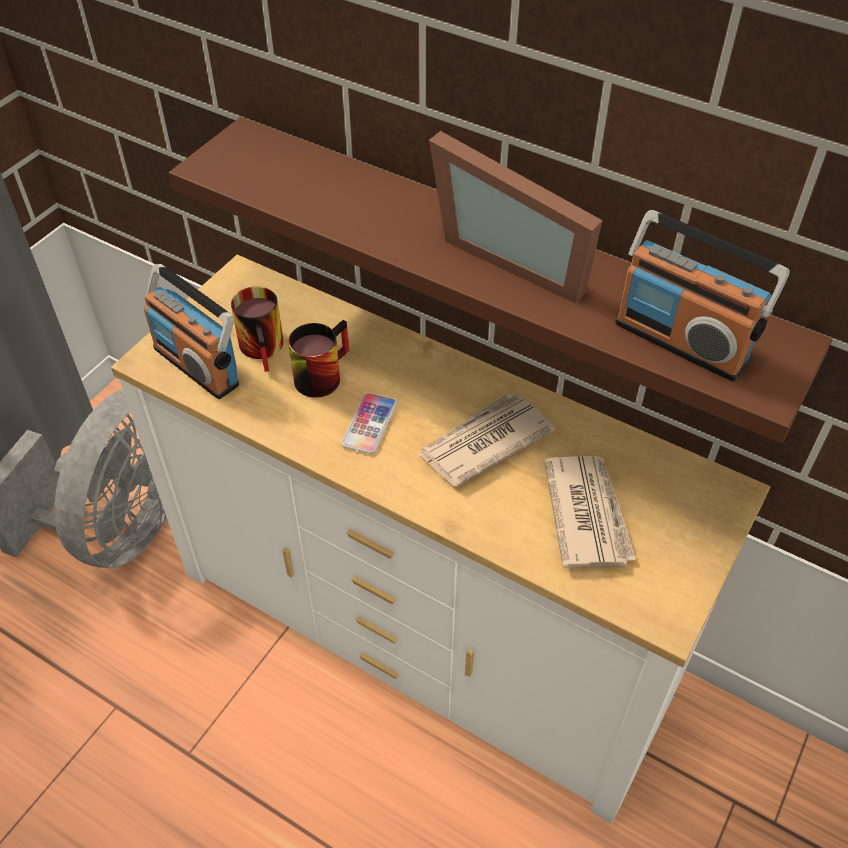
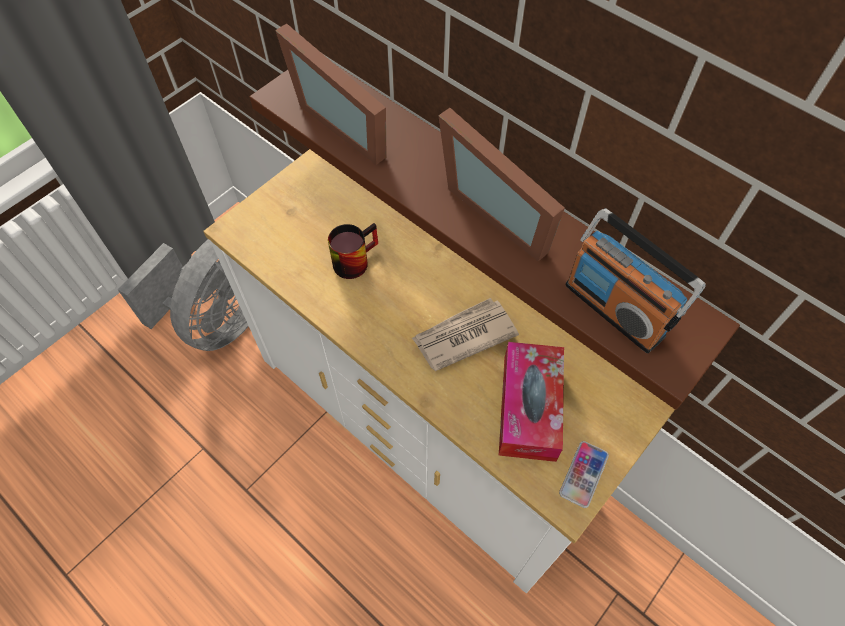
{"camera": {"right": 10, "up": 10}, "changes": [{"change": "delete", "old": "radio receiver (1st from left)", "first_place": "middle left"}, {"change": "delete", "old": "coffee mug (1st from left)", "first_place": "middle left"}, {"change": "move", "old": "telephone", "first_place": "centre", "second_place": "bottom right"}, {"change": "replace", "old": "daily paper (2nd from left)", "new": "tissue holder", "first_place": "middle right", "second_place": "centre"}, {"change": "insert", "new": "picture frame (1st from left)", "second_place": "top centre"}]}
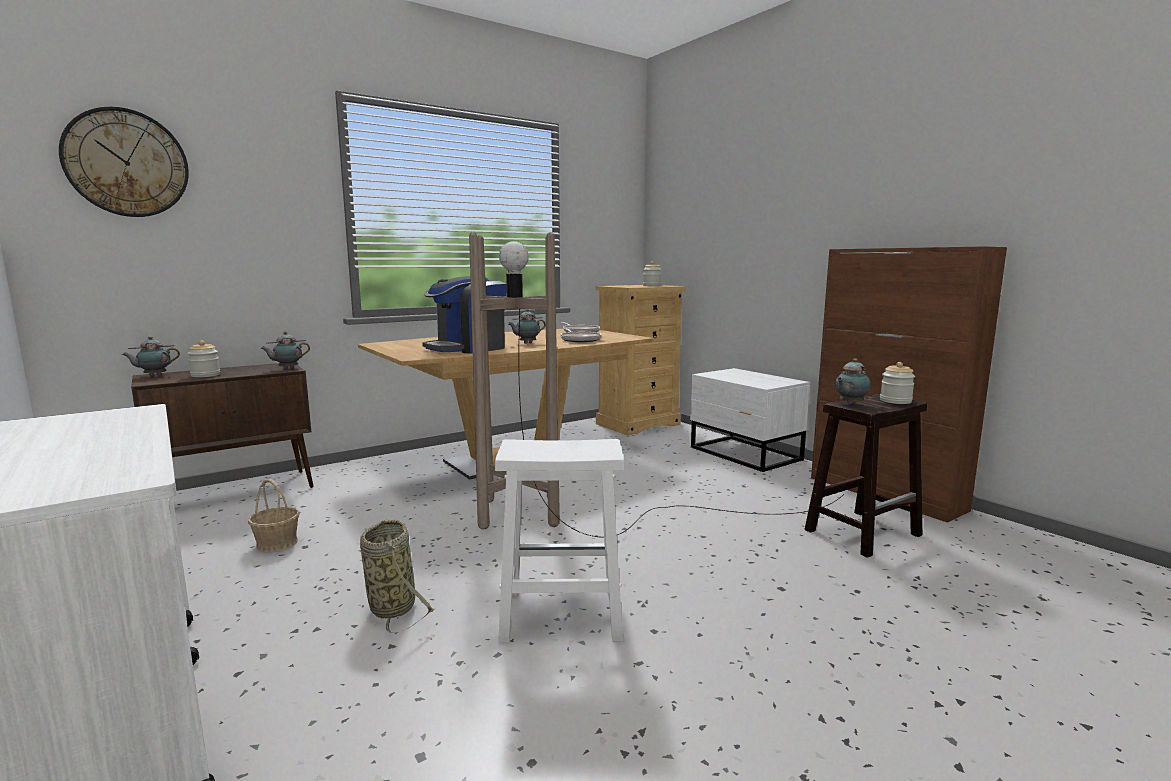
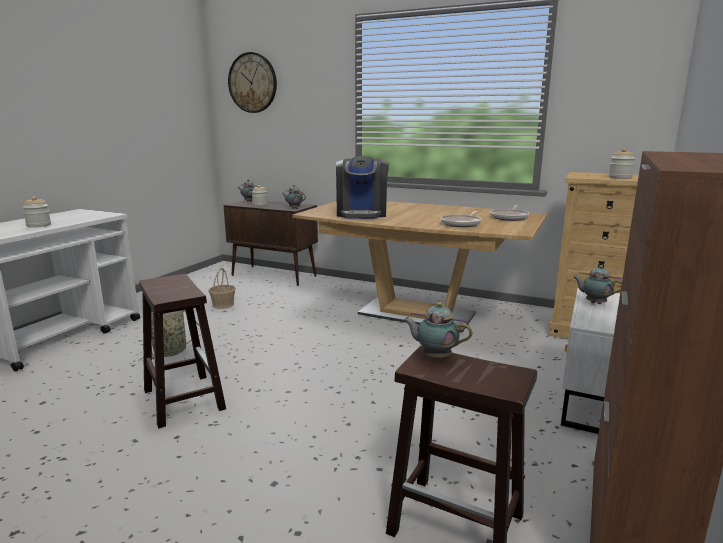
{"camera": {"right": 60, "up": 5}, "changes": [{"change": "delete", "old": "brown floor lamp", "first_place": "centre"}, {"change": "rotate", "old": "coffee machine", "first_place": "centre", "second_place": "centre", "degrees": -105}, {"change": "move", "old": "pot for tea (3rd from left in the first image)", "new": "pot for tea (4th from left)", "first_place": "centre", "second_place": "middle right"}, {"change": "move", "old": "preserve jar (3rd from left in the first image)", "new": "preserve jar (1st from left)", "first_place": "middle right", "second_place": "middle left"}, {"change": "recolor", "old": "whitish stool", "new": "brown stool (1st from left)", "first_place": "bottom centre", "second_place": "middle left"}]}
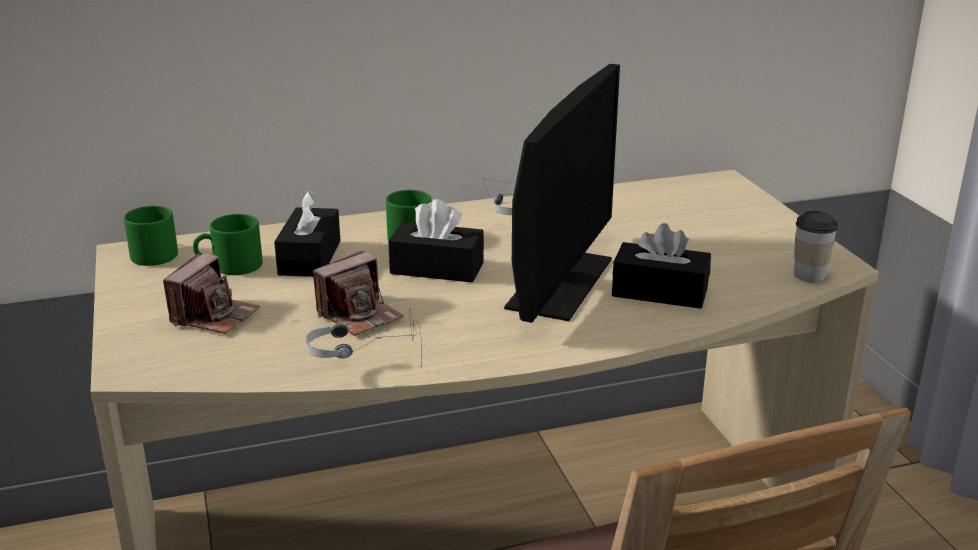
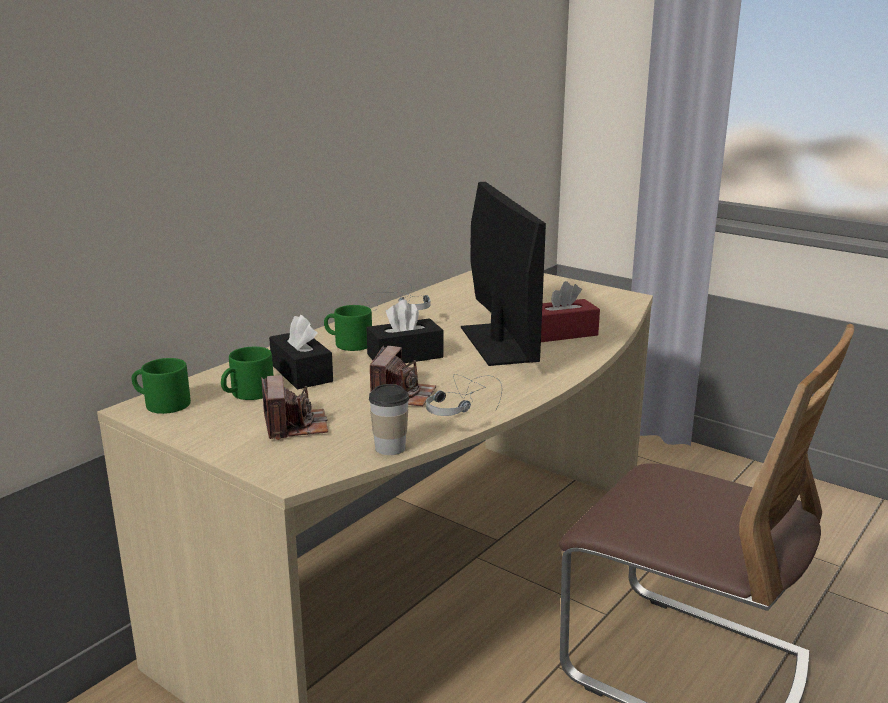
{"camera": {"right": -35, "up": -5}, "changes": [{"change": "move", "old": "small cup", "first_place": "middle right", "second_place": "centre"}, {"change": "recolor", "old": "blackish tissue holder (3rd from left)", "new": "reddish tissue holder", "first_place": "middle right", "second_place": "centre"}]}
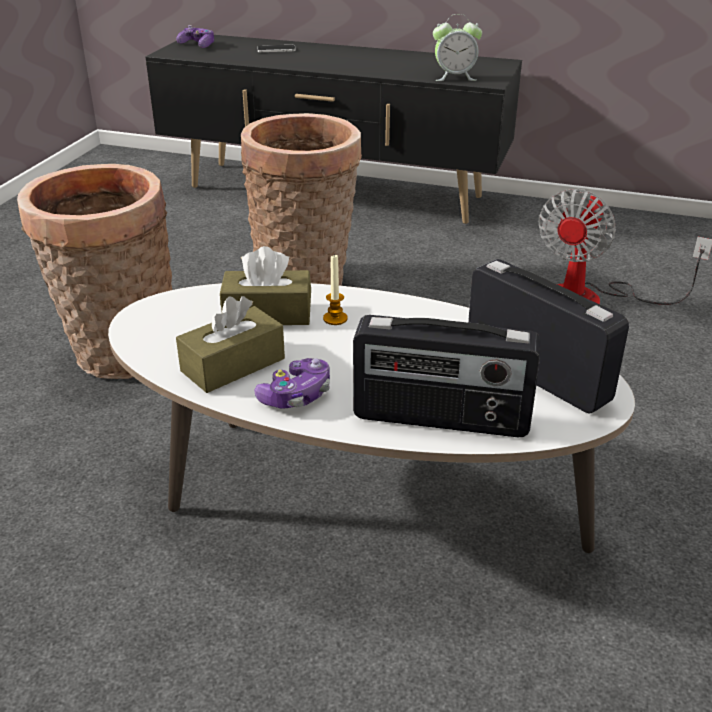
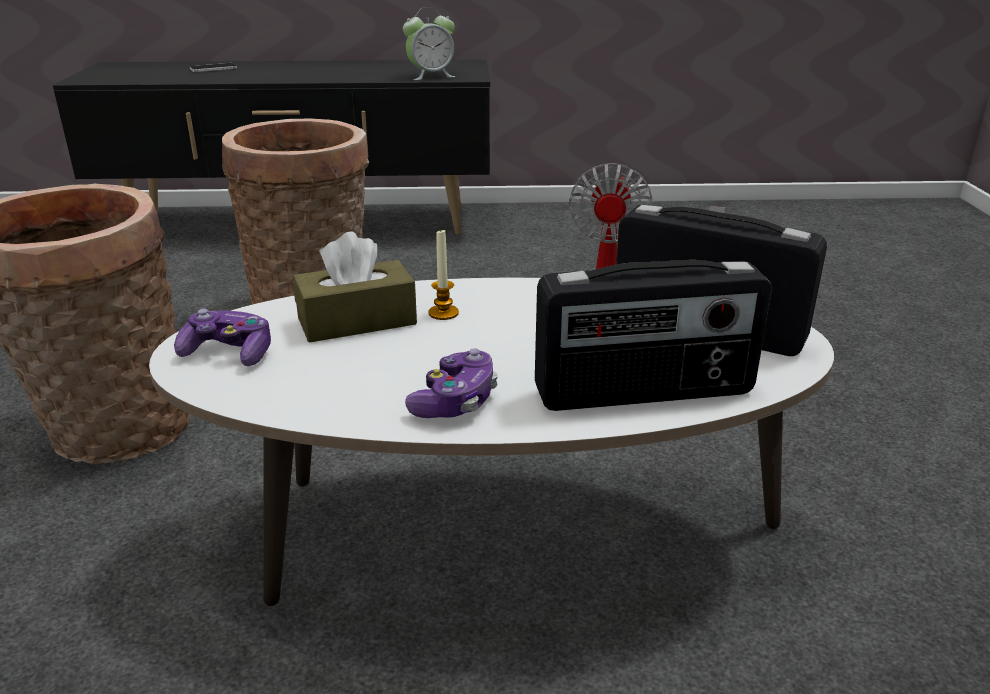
{"camera": {"right": -20, "up": -5}, "changes": [{"change": "move", "old": "joypad (1st from left)", "first_place": "top left", "second_place": "middle left"}, {"change": "delete", "old": "brown tissue holder (1st from left)", "first_place": "middle left"}]}
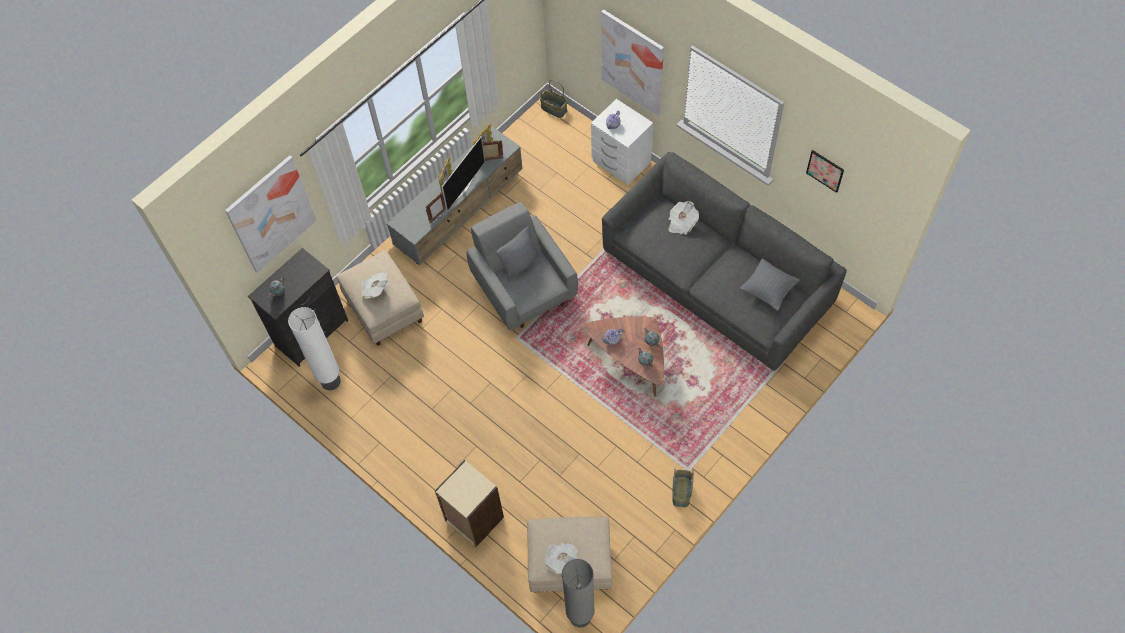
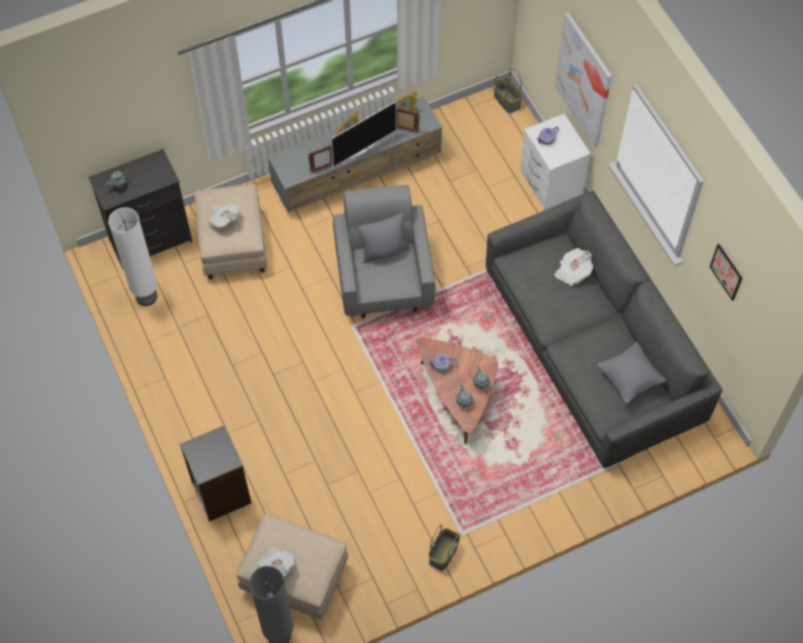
{"camera": {"right": 20, "up": 0}, "changes": [{"change": "delete", "old": "wall art (1st from left)", "first_place": "middle left"}, {"change": "recolor", "old": "beige-coloured bookshelf", "new": "blackish bookshelf", "first_place": "bottom centre", "second_place": "bottom left"}]}
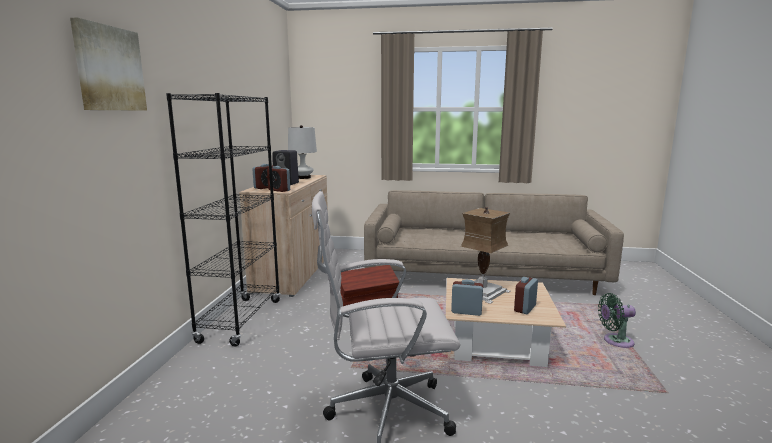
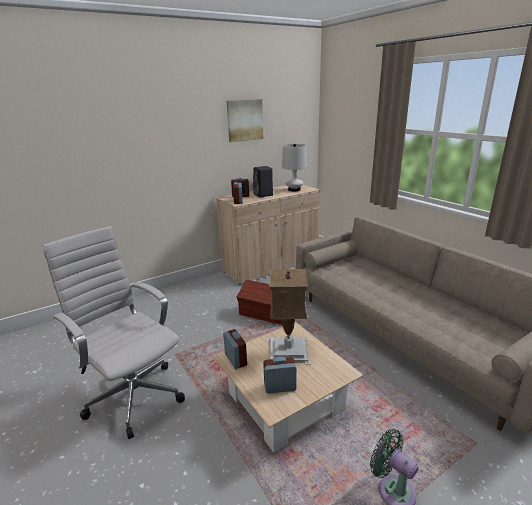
{"camera": {"right": 50, "up": 10}, "changes": [{"change": "move", "old": "wall art", "first_place": "top left", "second_place": "top centre"}, {"change": "delete", "old": "blackish bookshelf", "first_place": "middle left"}]}
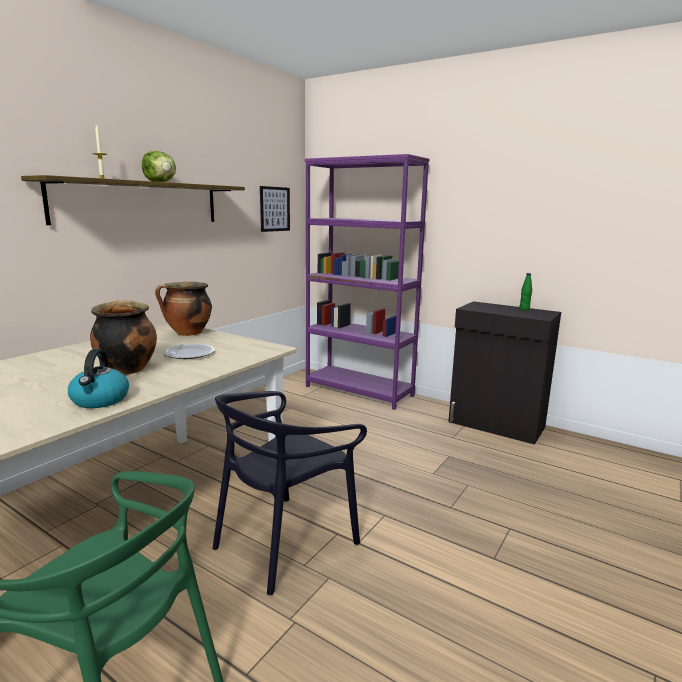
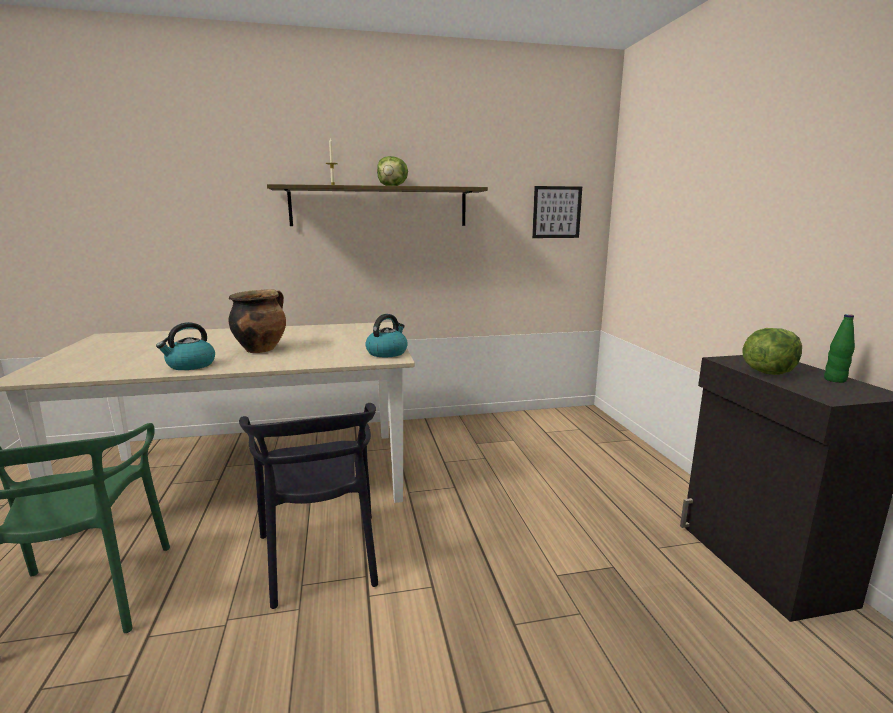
{"camera": {"right": 45, "up": 0}, "changes": [{"change": "delete", "old": "purple-coloured bookshelf", "first_place": "centre"}, {"change": "delete", "old": "stockpot (2nd from left)", "first_place": "middle left"}, {"change": "delete", "old": "plate", "first_place": "middle left"}, {"change": "rotate", "old": "blackish chair", "first_place": "bottom centre", "second_place": "bottom centre", "degrees": -105}, {"change": "insert", "new": "tea kettle (2nd from left)", "second_place": "centre"}, {"change": "insert", "new": "lettuce (2nd from left)", "second_place": "middle right"}]}
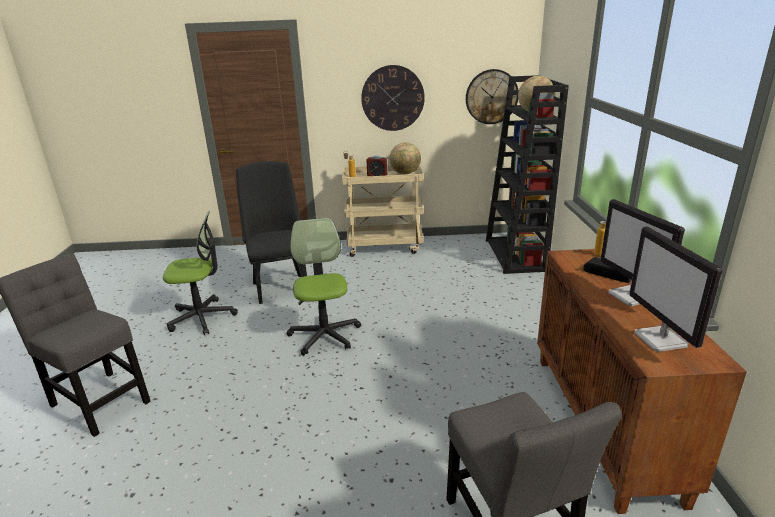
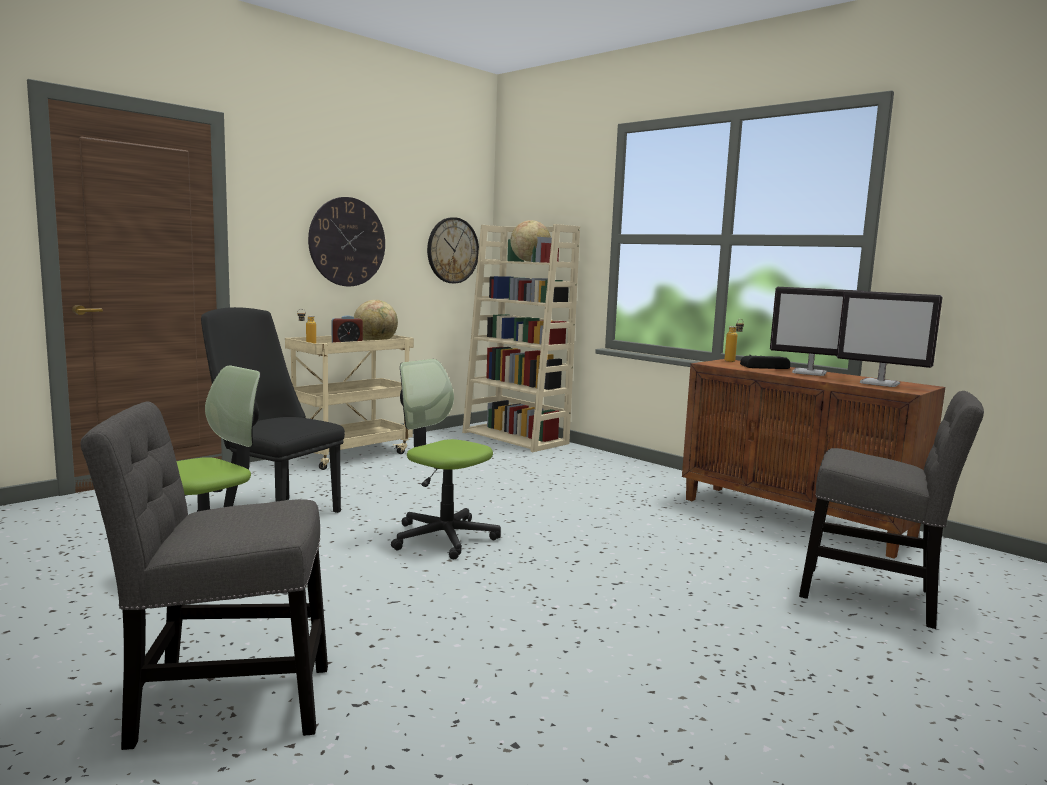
{"camera": {"right": -45, "up": -15}, "changes": [{"change": "recolor", "old": "blackish bookshelf", "new": "beige-coloured bookshelf", "first_place": "middle right", "second_place": "centre"}]}
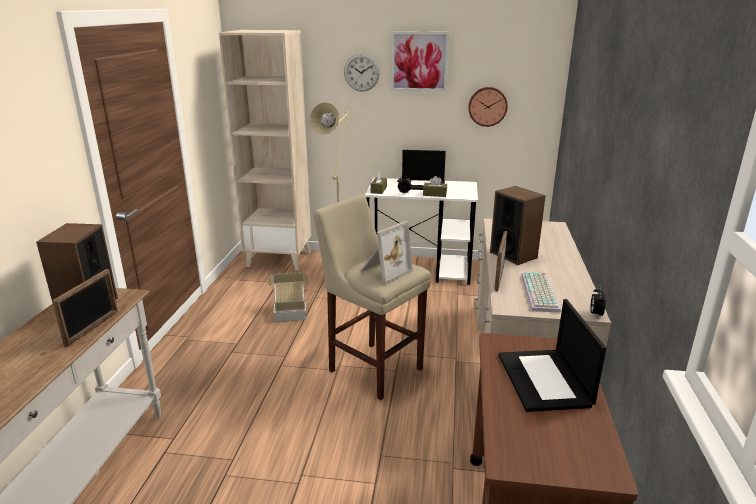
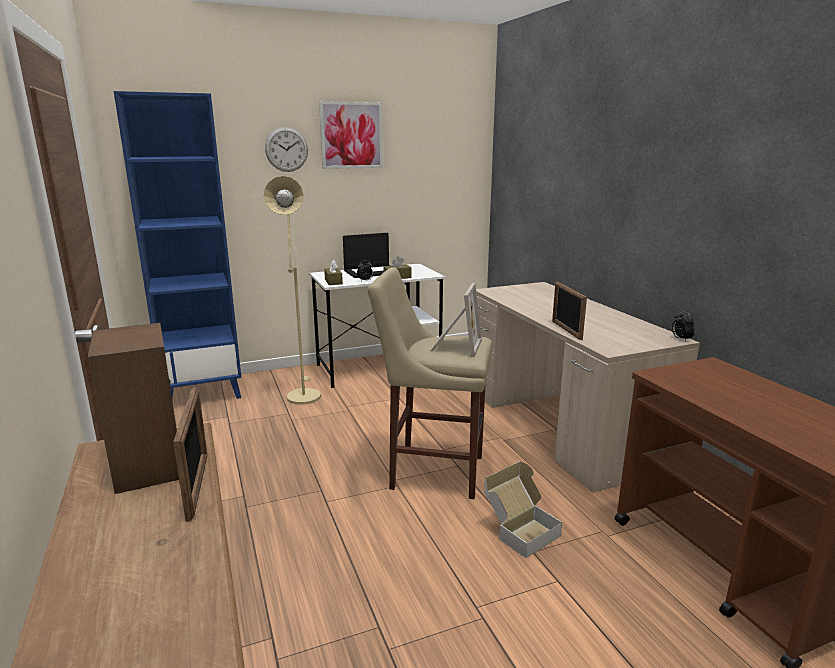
{"camera": {"right": -30, "up": -5}, "changes": [{"change": "recolor", "old": "beige-coloured bookshelf", "new": "blue bookshelf", "first_place": "top centre", "second_place": "middle left"}, {"change": "delete", "old": "wall clock (2nd from left)", "first_place": "top centre"}, {"change": "delete", "old": "audio speaker (2nd from left)", "first_place": "middle right"}, {"change": "move", "old": "cardboard box", "first_place": "centre", "second_place": "bottom centre"}, {"change": "delete", "old": "keyboard", "first_place": "middle right"}, {"change": "delete", "old": "portable computer (2nd from left)", "first_place": "bottom right"}]}
